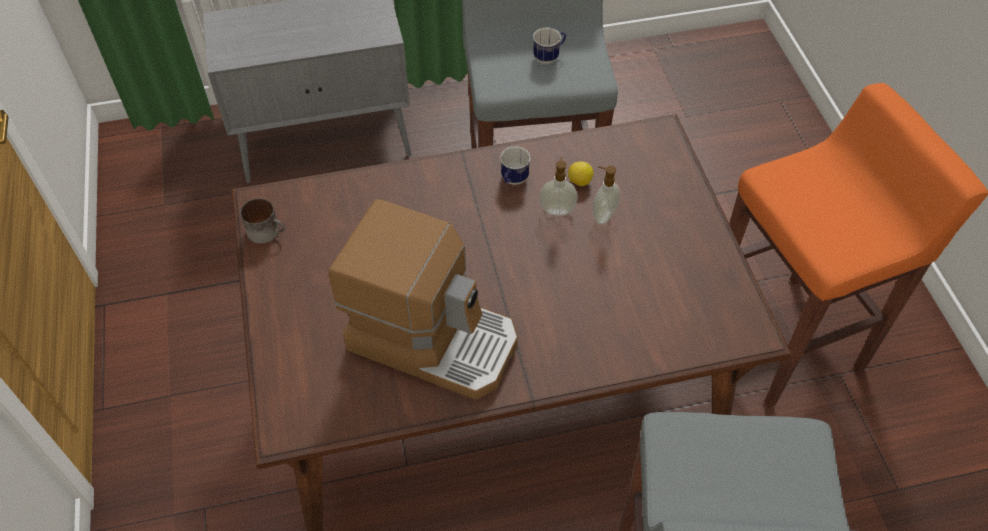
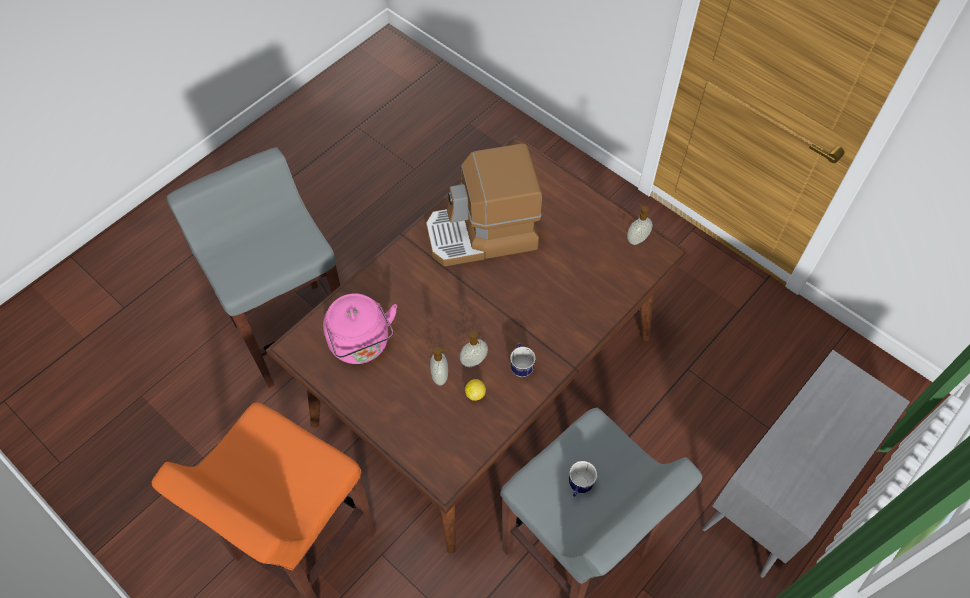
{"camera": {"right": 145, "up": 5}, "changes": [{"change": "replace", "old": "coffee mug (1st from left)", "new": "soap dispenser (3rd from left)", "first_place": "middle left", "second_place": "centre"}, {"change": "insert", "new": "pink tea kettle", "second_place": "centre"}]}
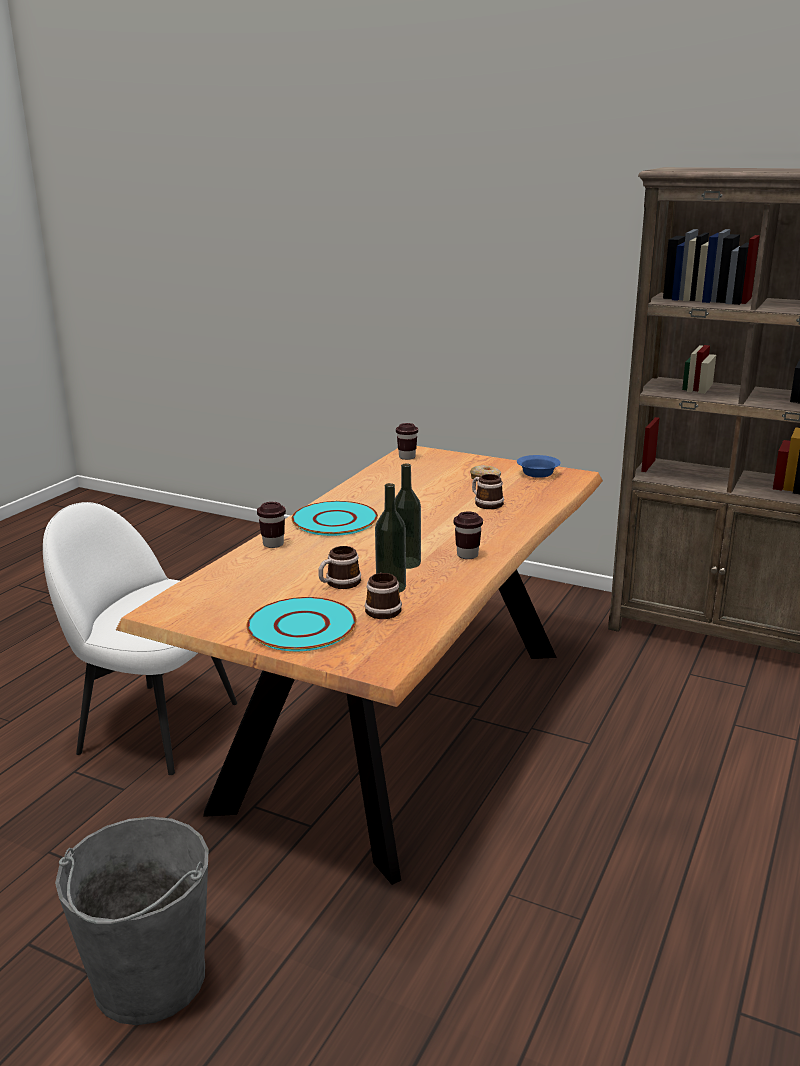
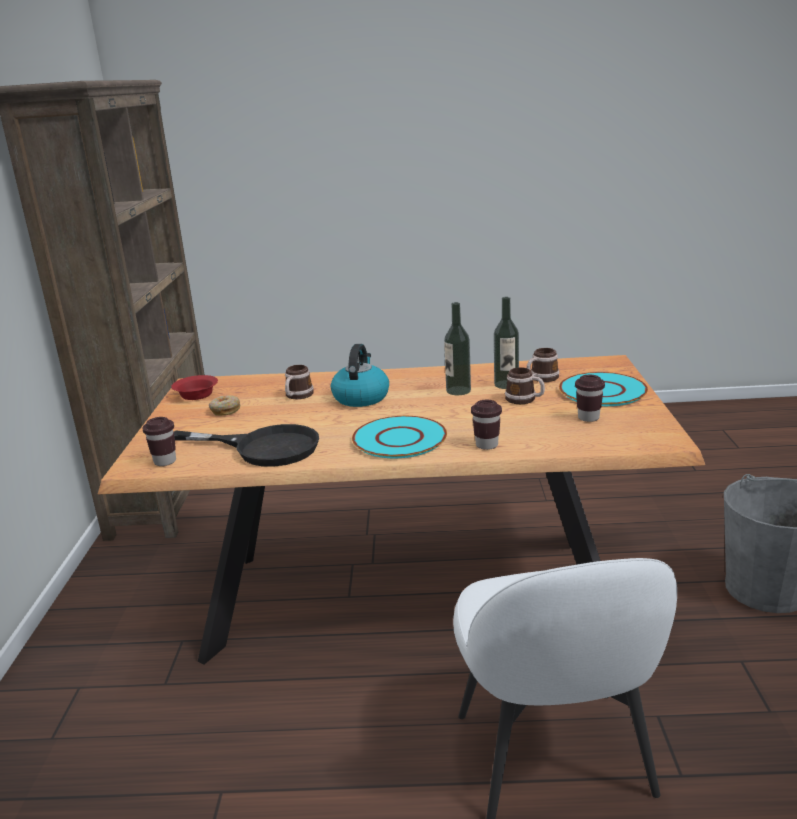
{"camera": {"right": -115, "up": 0}, "changes": [{"change": "recolor", "old": "blue bowl", "new": "reddish bowl", "first_place": "middle right", "second_place": "middle left"}, {"change": "move", "old": "brown small cup (3rd from left)", "first_place": "centre", "second_place": "middle right"}, {"change": "insert", "new": "tea kettle", "second_place": "centre"}, {"change": "insert", "new": "blackish skillet", "second_place": "middle left"}]}
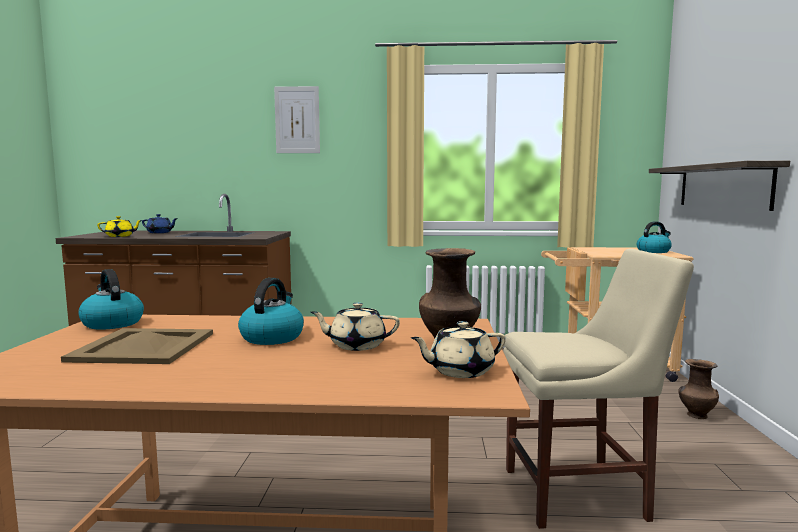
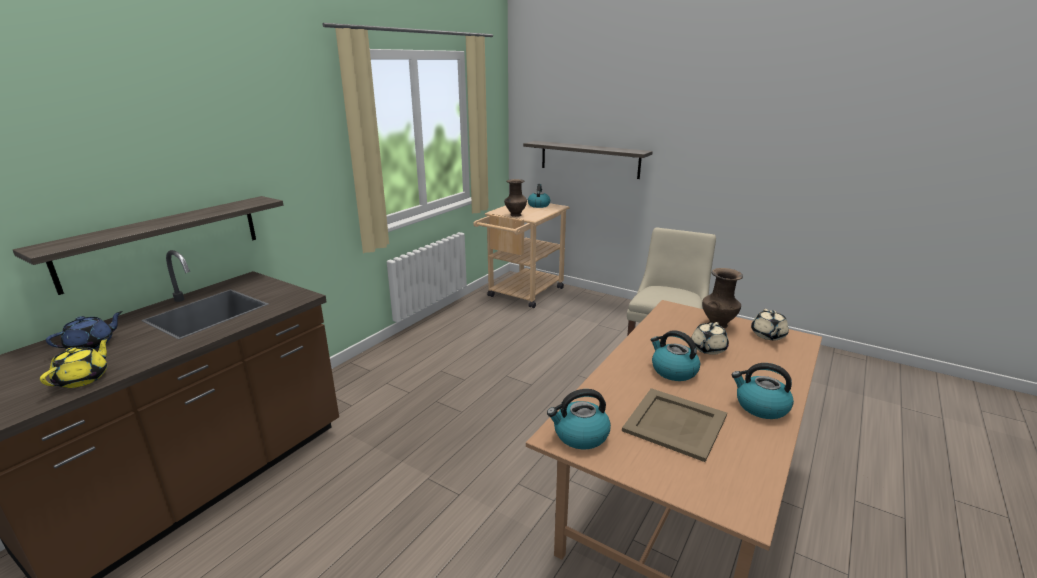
{"camera": {"right": -60, "up": 15}, "changes": [{"change": "delete", "old": "wall art", "first_place": "top centre"}, {"change": "move", "old": "brown flower vase (2nd from left in the first image)", "new": "brown flower vase (1st from left)", "first_place": "bottom right", "second_place": "centre"}, {"change": "insert", "new": "shelf (1st from left)", "second_place": "middle left"}, {"change": "insert", "new": "tea kettle (4th from left)", "second_place": "bottom right"}]}
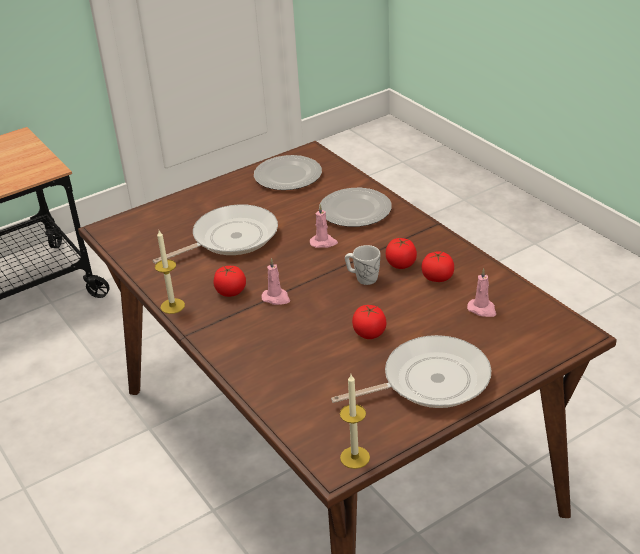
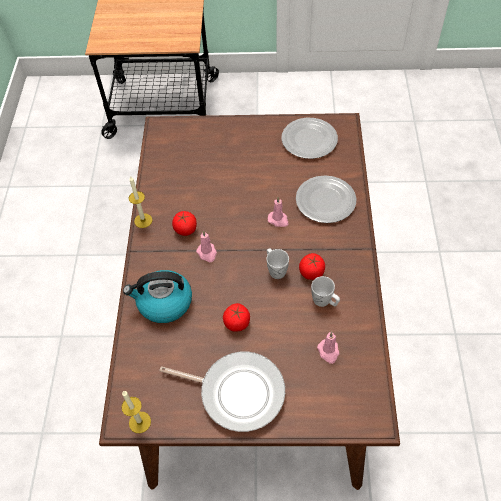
{"camera": {"right": 35, "up": 20}, "changes": [{"change": "delete", "old": "skillet (1st from left)", "first_place": "centre"}, {"change": "replace", "old": "whole tomato (4th from left)", "new": "whitish coffee mug (2nd from left)", "first_place": "middle right", "second_place": "centre"}, {"change": "insert", "new": "tea kettle", "second_place": "middle left"}]}
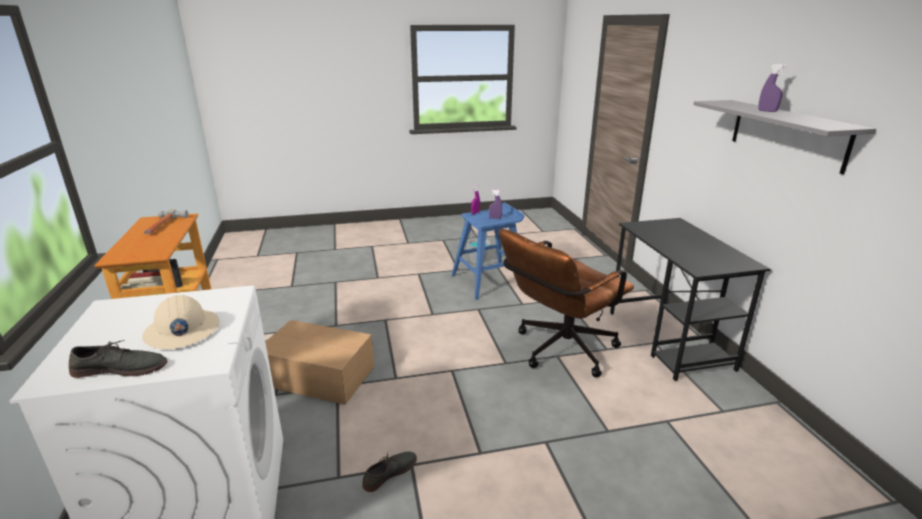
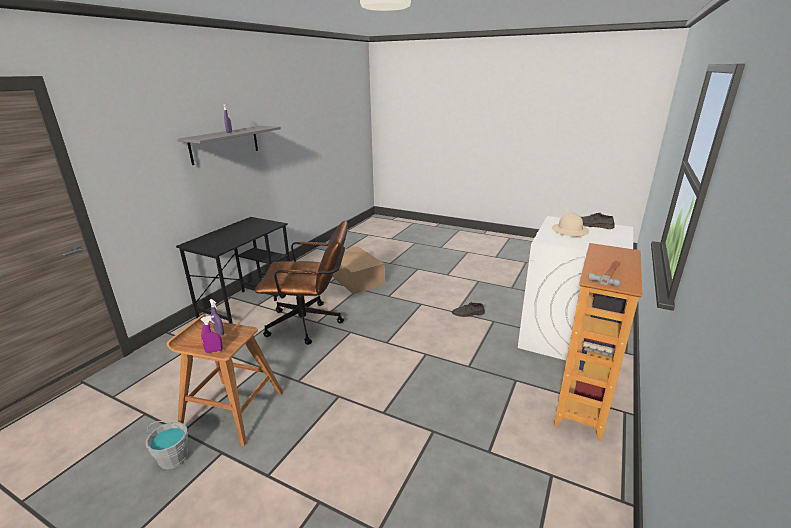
{"camera": {"right": -140, "up": 0}, "changes": [{"change": "recolor", "old": "blue stool", "new": "brown stool", "first_place": "centre", "second_place": "bottom left"}, {"change": "move", "old": "cardboard box", "first_place": "bottom centre", "second_place": "centre"}]}
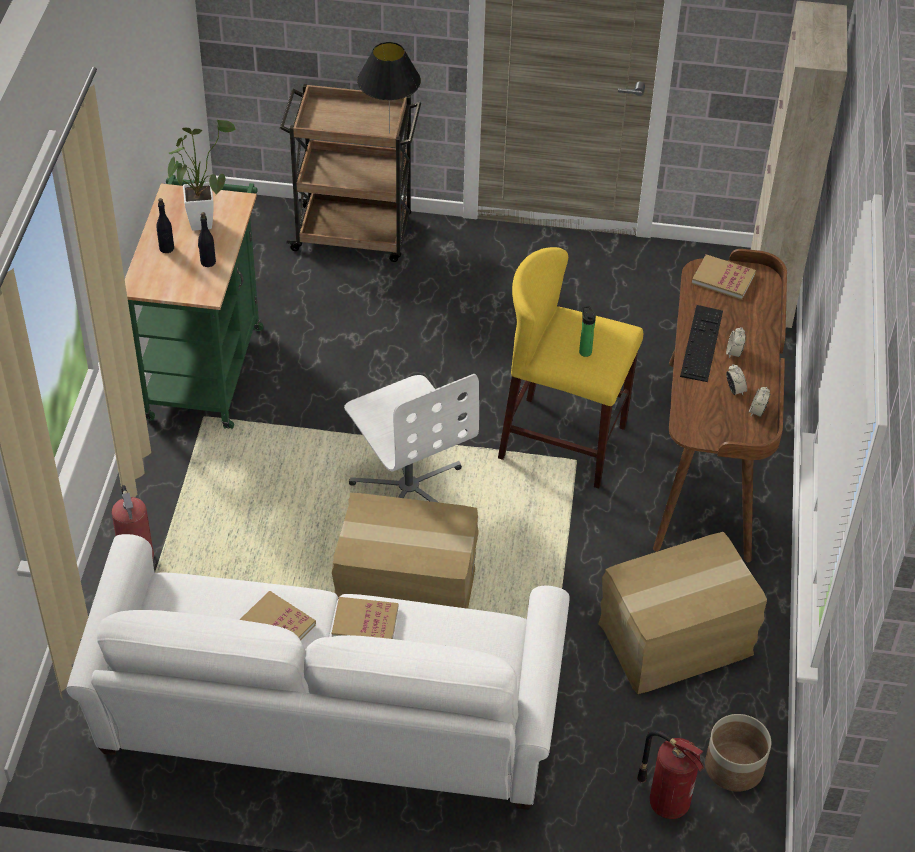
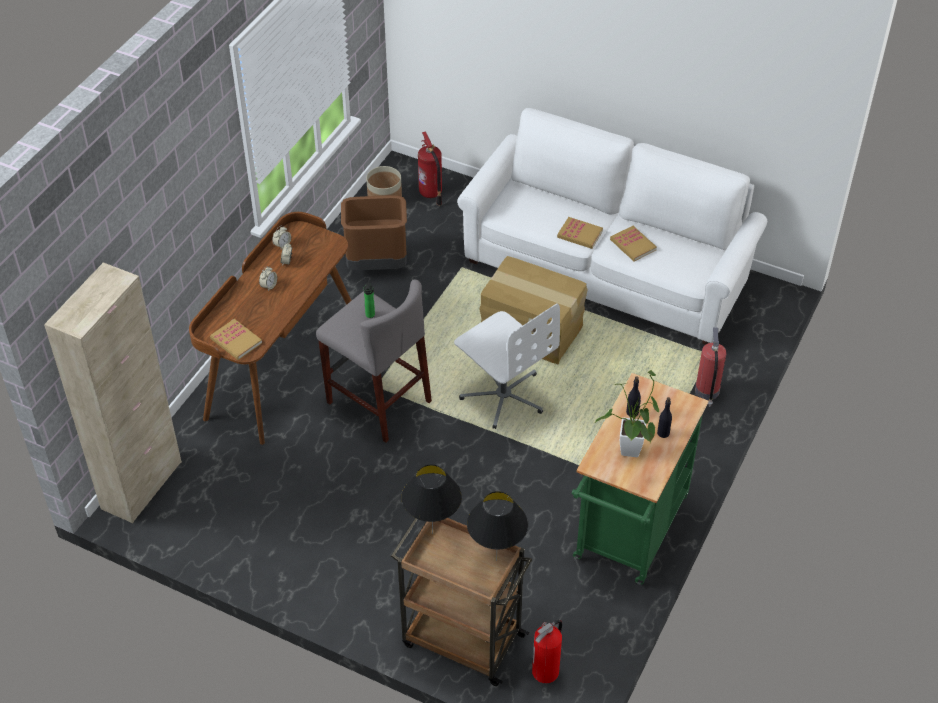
{"camera": {"right": -160, "up": 0}, "changes": [{"change": "recolor", "old": "yellow-coloured stool", "new": "grey stool", "first_place": "centre", "second_place": "centre"}, {"change": "delete", "old": "keyboard", "first_place": "middle right"}, {"change": "rotate", "old": "whitish desk chair", "first_place": "centre", "second_place": "centre", "degrees": 150}, {"change": "replace", "old": "cardboard box (2nd from left)", "new": "brown rubbish bin", "first_place": "bottom right", "second_place": "top centre"}, {"change": "insert", "new": "blackish tabletop lamp (2nd from left)", "second_place": "bottom centre"}, {"change": "insert", "new": "extinguisher (2nd from left)", "second_place": "bottom centre"}]}
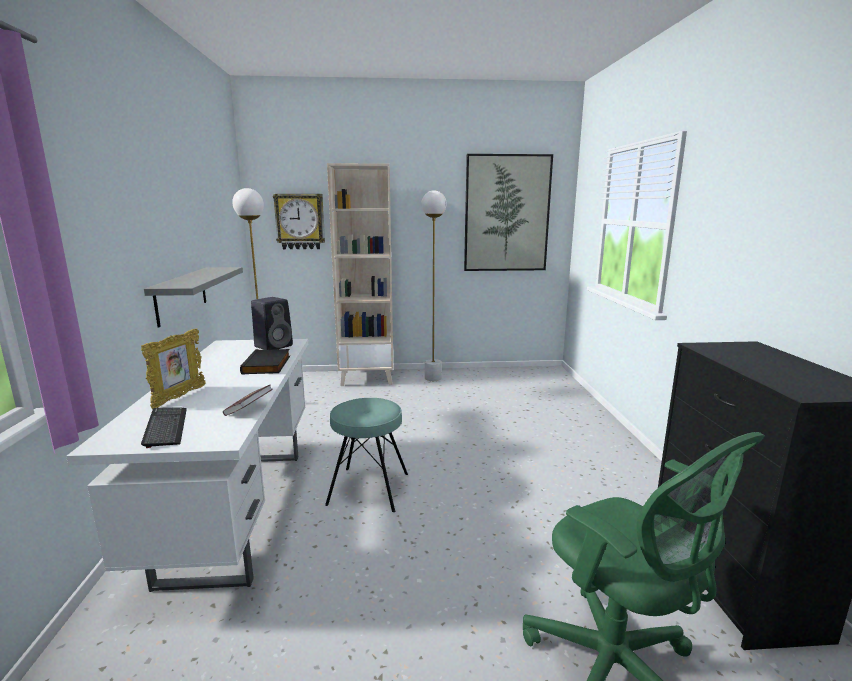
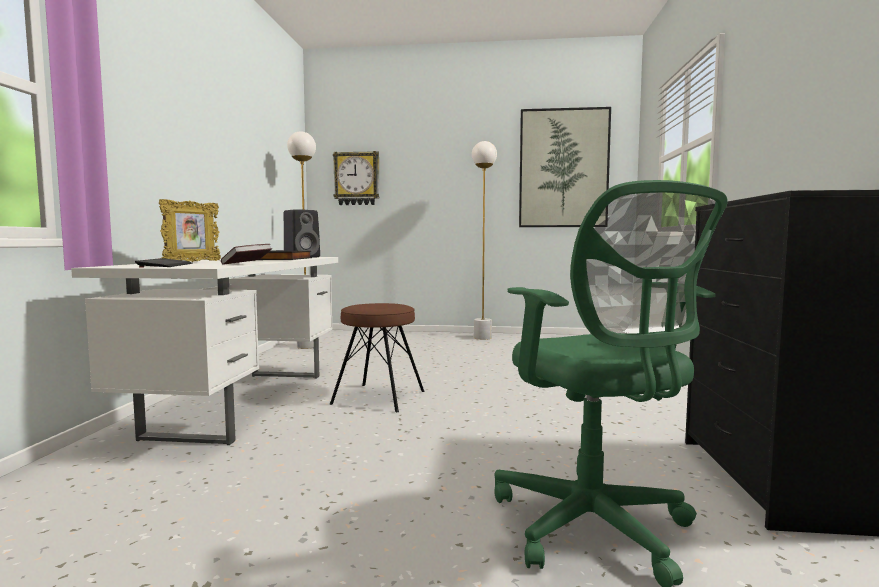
{"camera": {"right": 10, "up": -10}, "changes": [{"change": "delete", "old": "beige-coloured bookshelf", "first_place": "centre"}, {"change": "delete", "old": "grey shelf", "first_place": "middle left"}, {"change": "recolor", "old": "turquoise-coloured stool", "new": "brown stool", "first_place": "bottom centre", "second_place": "centre"}]}
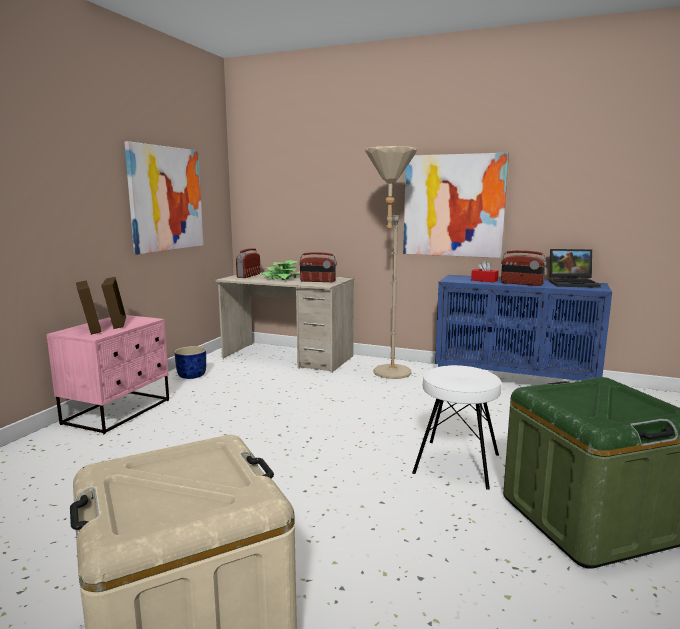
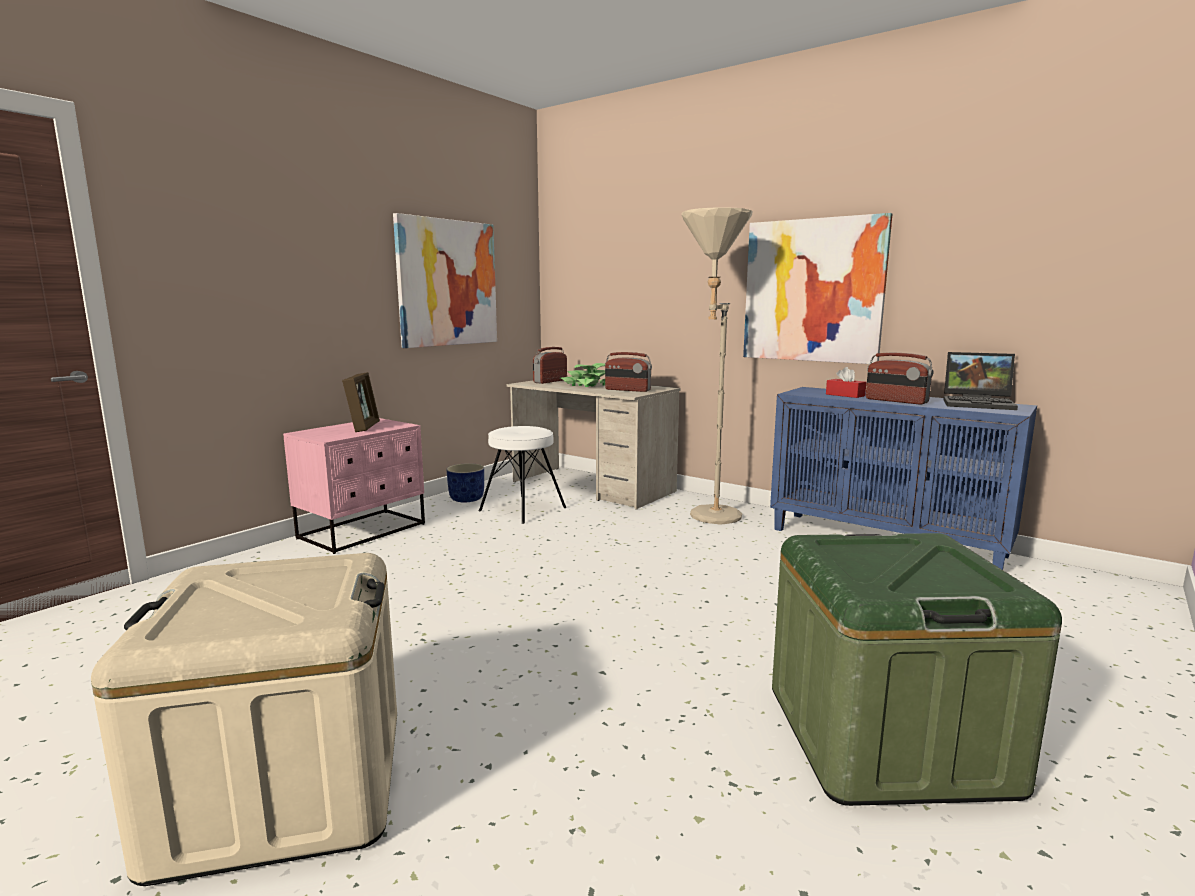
{"camera": {"right": 15, "up": 0}, "changes": [{"change": "delete", "old": "picture frame (1st from left)", "first_place": "middle left"}, {"change": "move", "old": "whitish stool", "first_place": "bottom right", "second_place": "centre"}]}
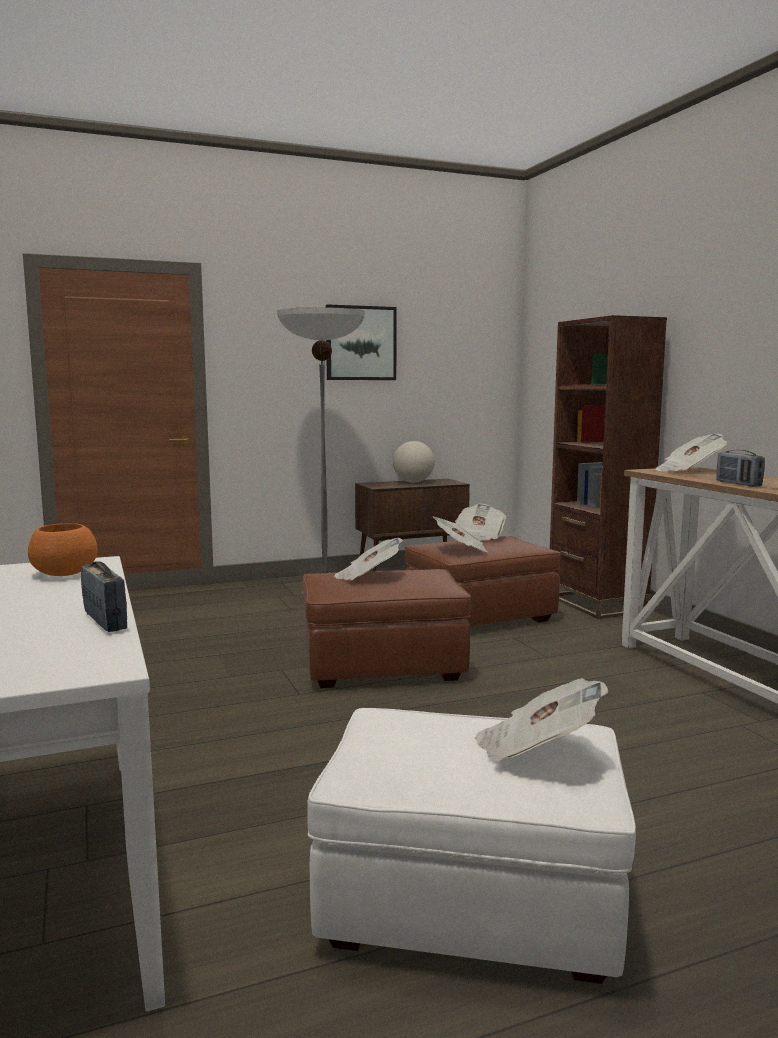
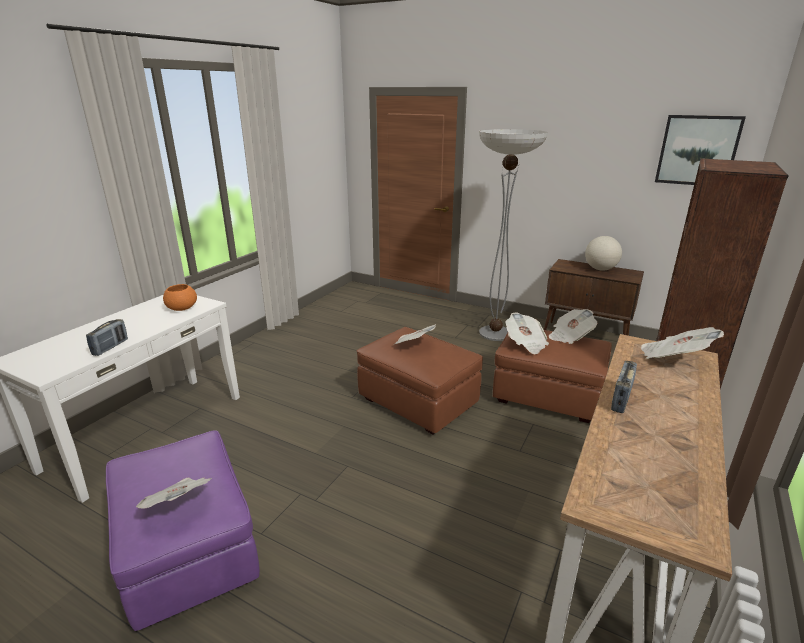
{"camera": {"right": 50, "up": 15}, "changes": [{"change": "move", "old": "wall art", "first_place": "top centre", "second_place": "top right"}, {"change": "recolor", "old": "whitish footrest", "new": "purple-coloured footrest", "first_place": "bottom centre", "second_place": "bottom left"}]}
